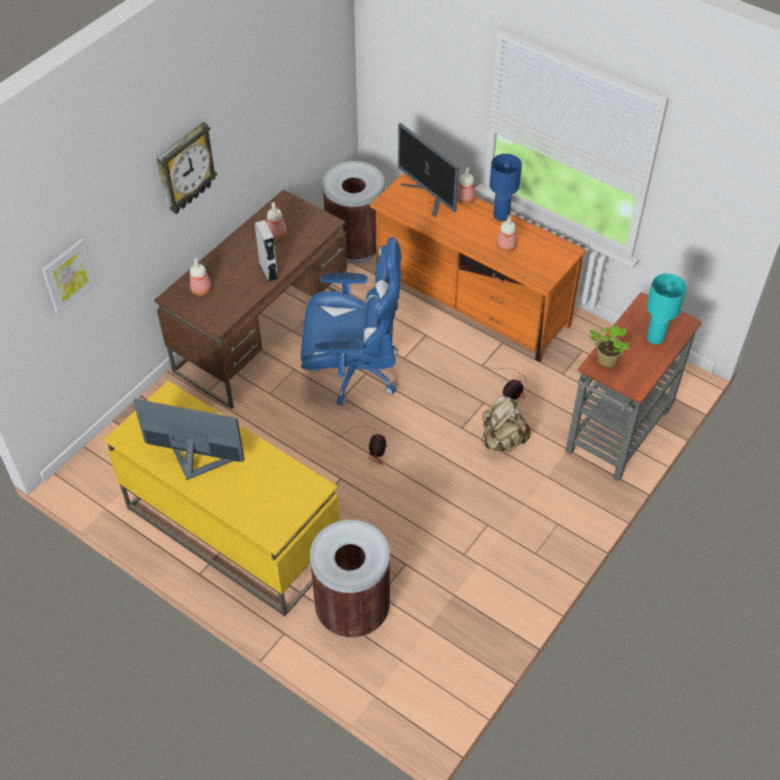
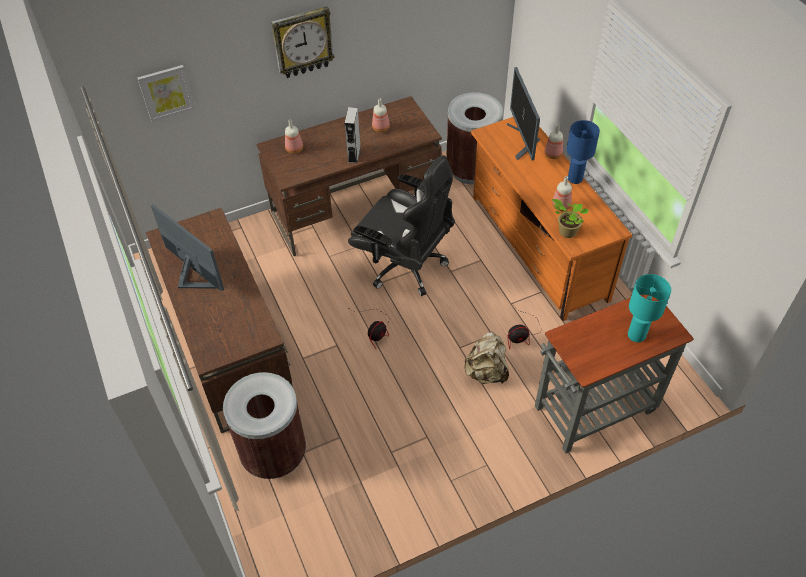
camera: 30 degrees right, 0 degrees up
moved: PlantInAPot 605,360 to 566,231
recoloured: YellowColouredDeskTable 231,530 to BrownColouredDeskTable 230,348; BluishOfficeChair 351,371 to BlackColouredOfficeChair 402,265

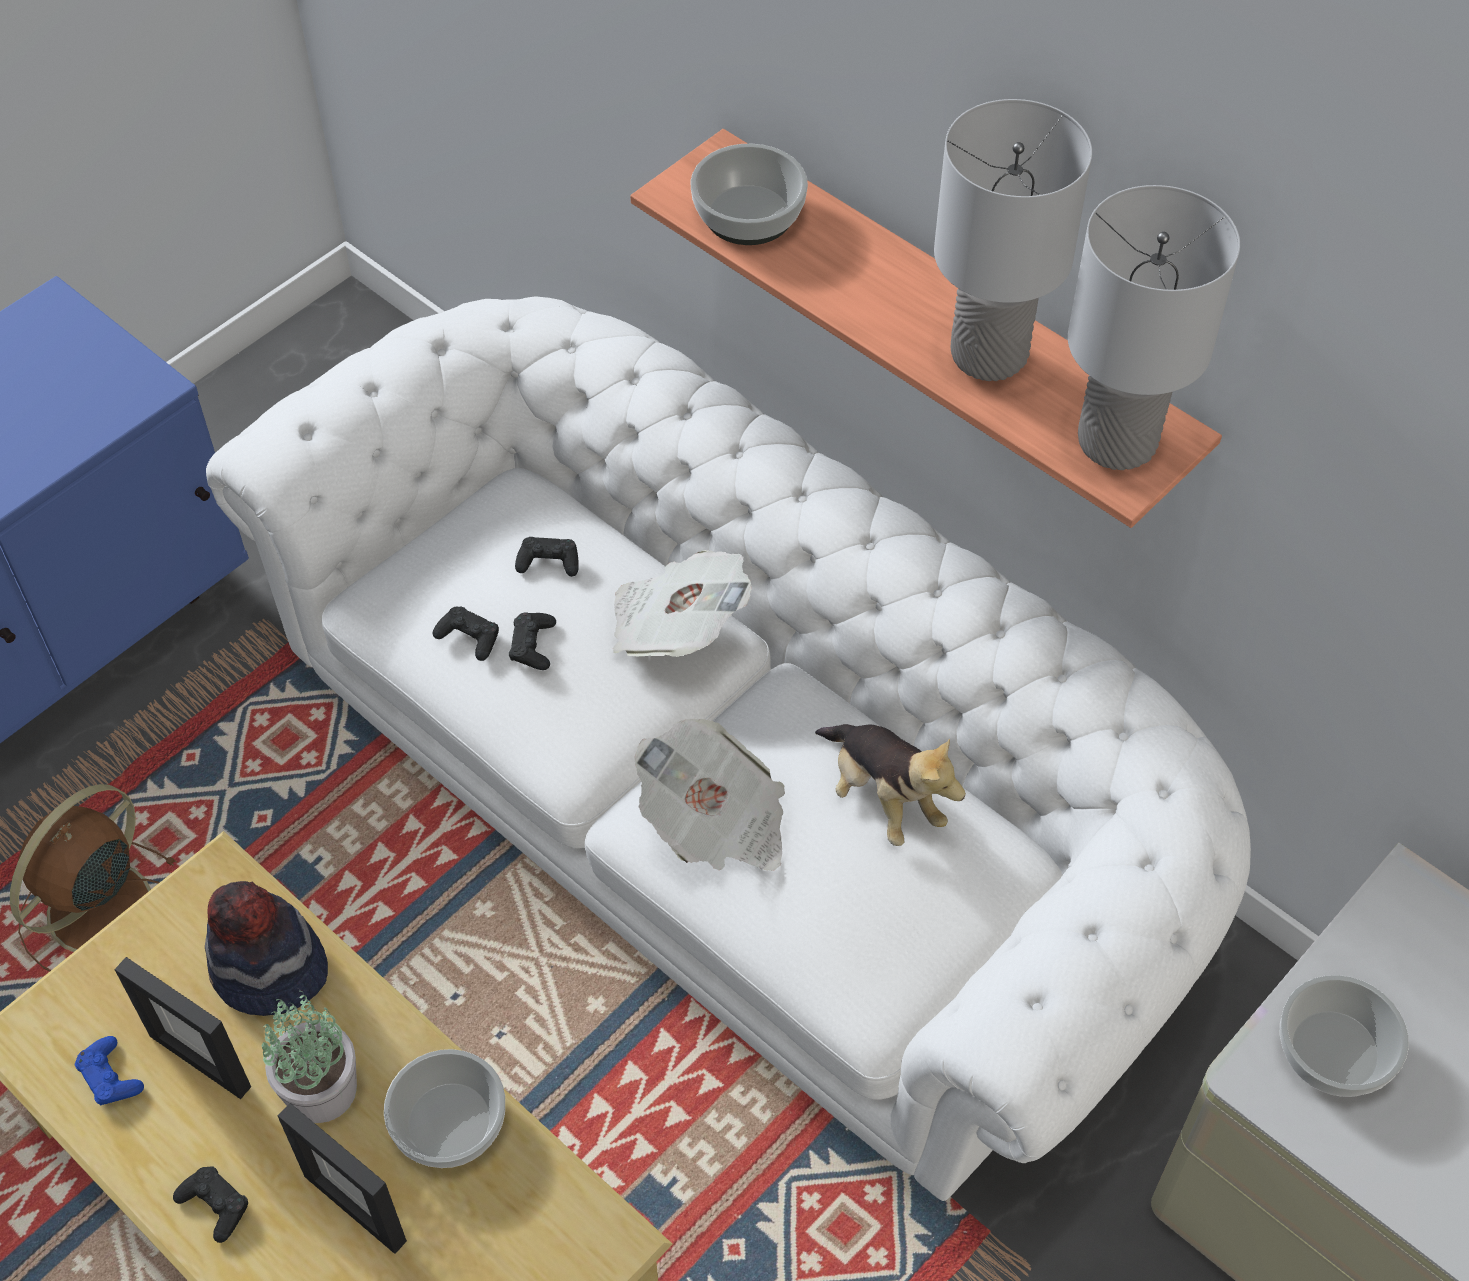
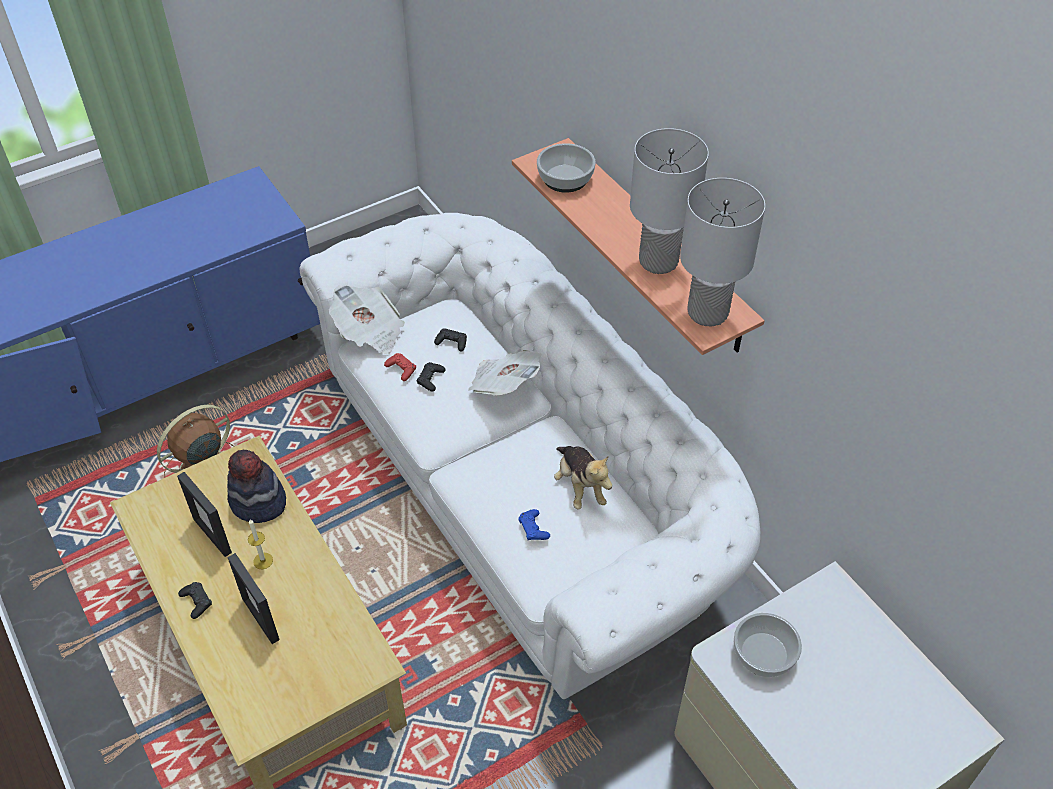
camera: 15 degrees right, 5 degrees down
removed: Bowl 449,1124
moved: BluishJoypad 110,1077 to 533,528; DailyPaper 715,822 to 369,332
replaced: PlantInAPot 320,1088 to WaxCandle 263,561
recoloured: BlackColouredJoypad 469,637 to RedColouredJoypad 401,369

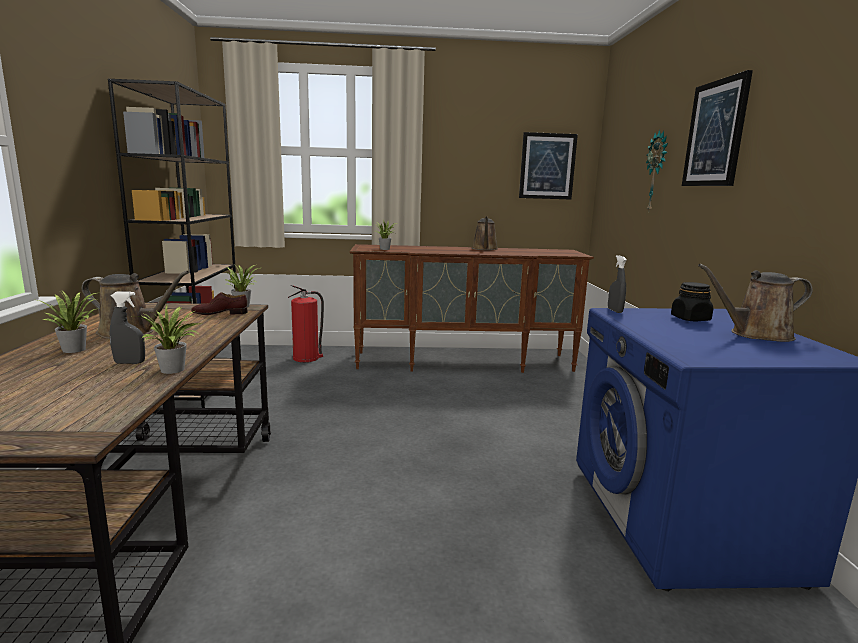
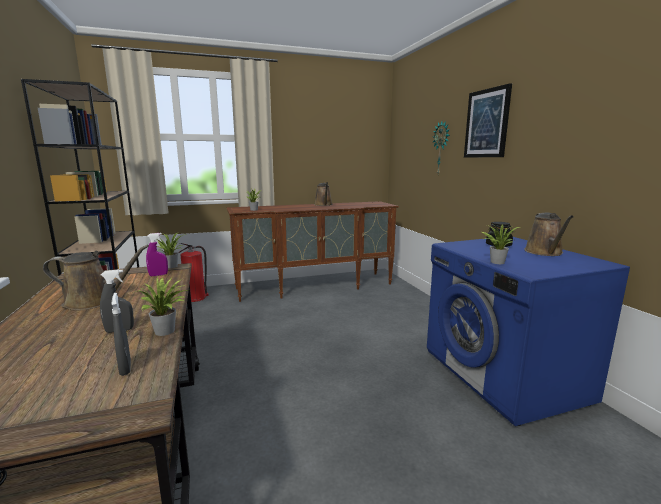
camera: 15 degrees left, 0 degrees up
removed: Picture 547,166
moved: PlantInAPot 76,349 to 496,262; GreyishSprayBottle 615,311 to 125,368
replaced: BrownColouredLowShoe 220,313 to PurplishSprayBottle 158,275
turned: BrownColouredWateringCan 755,335 = 545,252 60 degrees counterclockwise

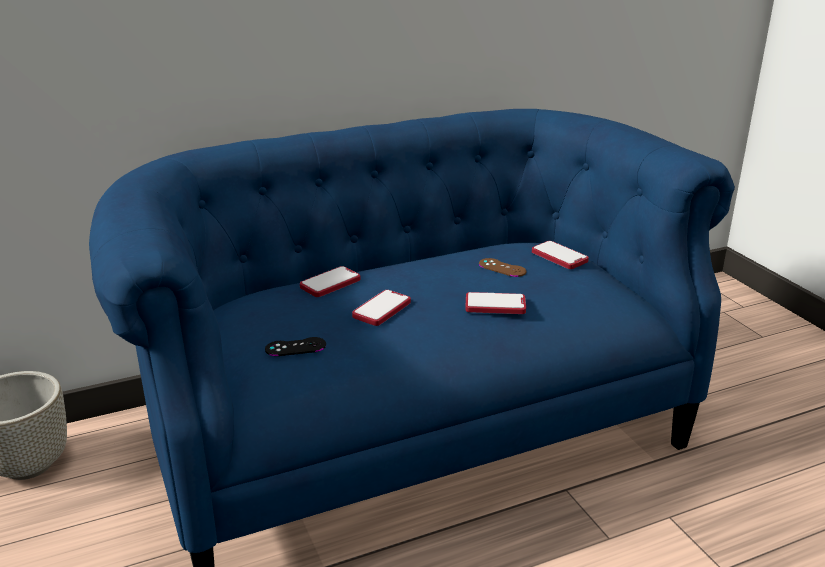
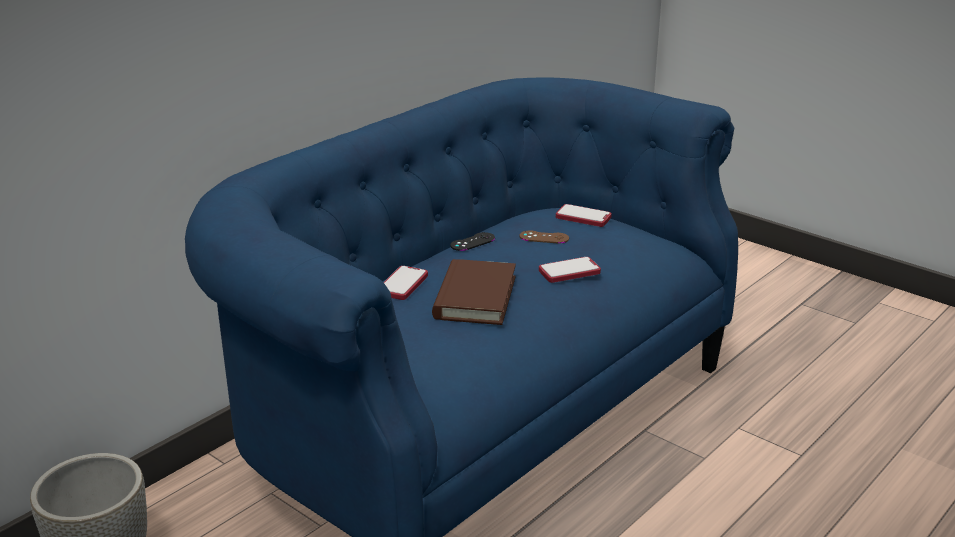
camera: 25 degrees left, 0 degrees up
moved: BlackColouredJoypad 295,347 to 472,242
replaced: Telephone 381,309 to BrownColouredBoundBook 475,297

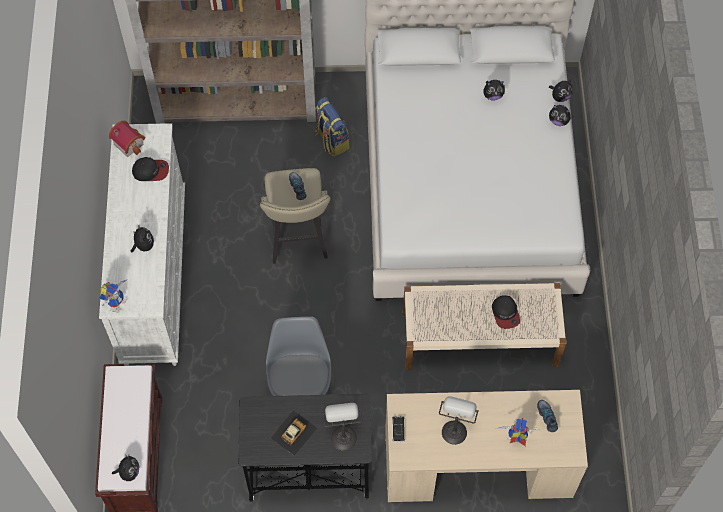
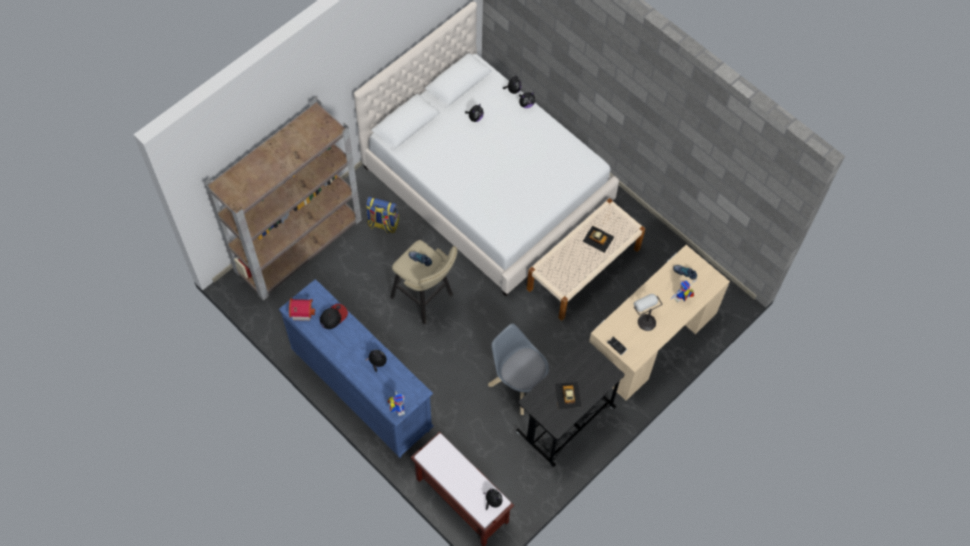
camera: 45 degrees left, 0 degrees up
removed: TableLamp 342,433
replaced: PeakedCap 505,313 to ModelCar 598,238
recoloured: WhiteColouredChestOfDrawers 155,276 to BluishChestOfDrawers 361,390

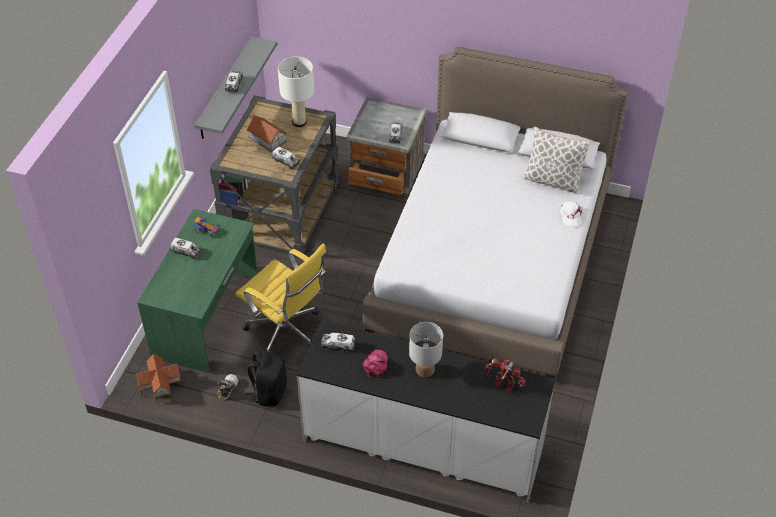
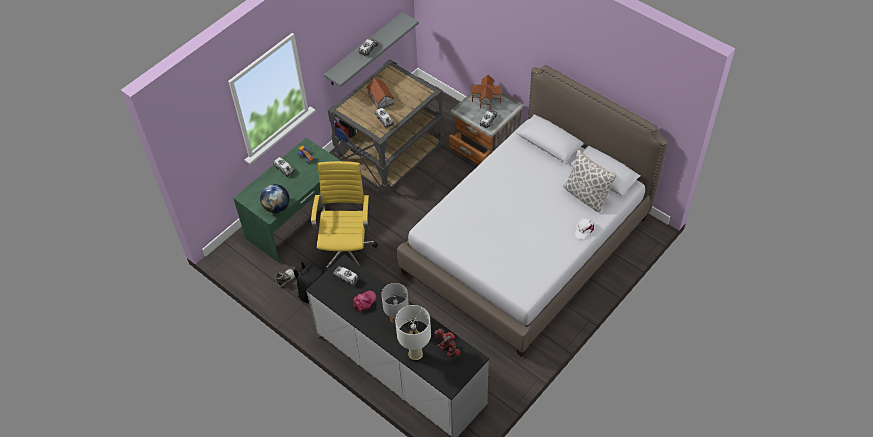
camera: 25 degrees right, 5 degrees up
added: DeskGlobe 277,207
moved: ModelHouse 161,386 to 487,99; WhiteColouredTableLamp 299,122 to 415,355
turned: YellowColouredOfficeChair 287,332 = 347,250 150 degrees counterclockwise

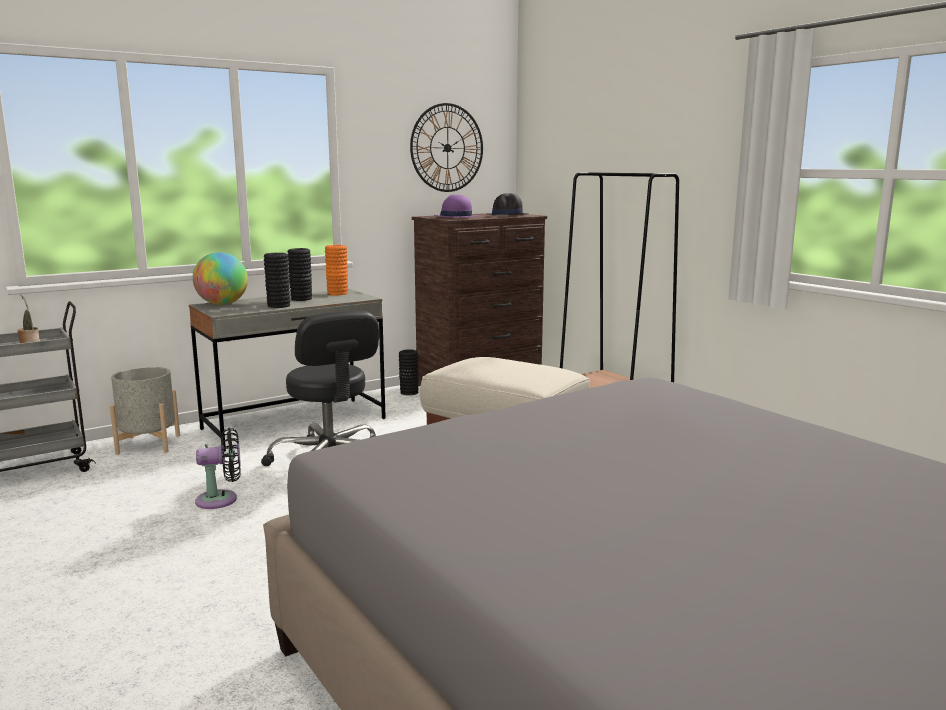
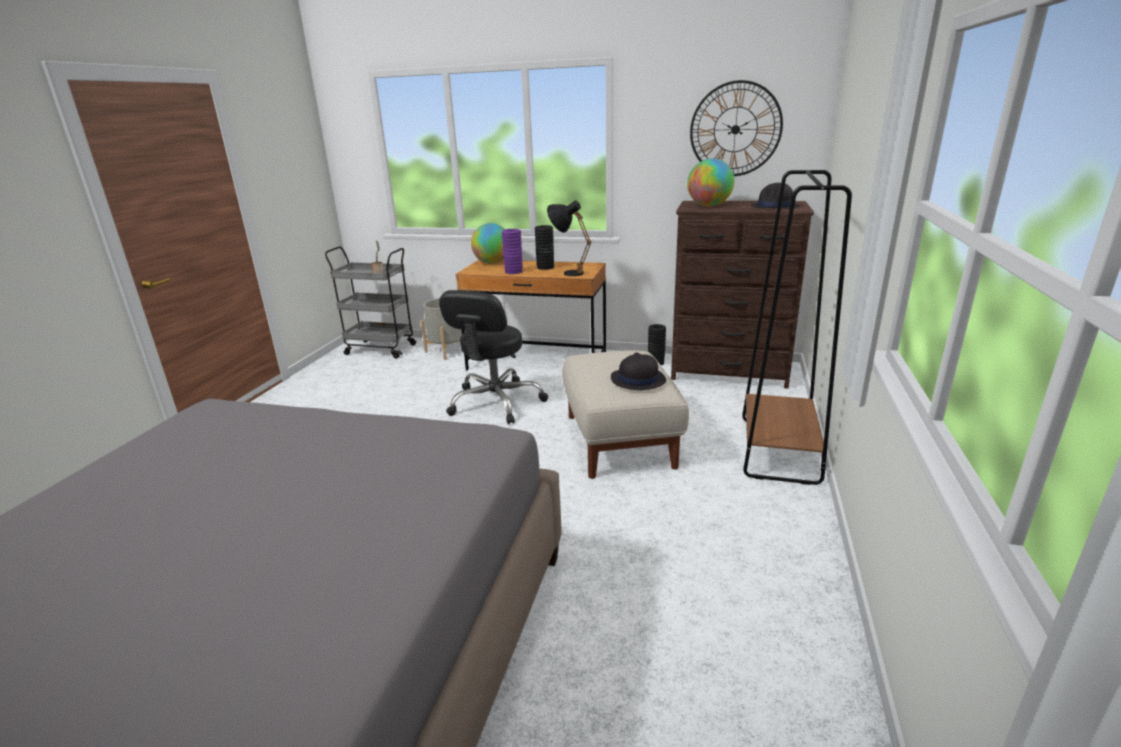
camera: 50 degrees right, 10 degrees up
removed: BlackColouredElectricFan 221,500; OrangeyFlowerVase 337,293
added: BlackColouredTableLamp 567,272; BlackColouredHat 637,379
replaced: PurplishHat 455,217 to DeskGlobe 708,206
recoloured: GreyishDeskTable 295,424 to BrownColouredDeskTable 537,363; BlackColouredFlowerVase 279,306 to PurplishFlowerVase 513,272

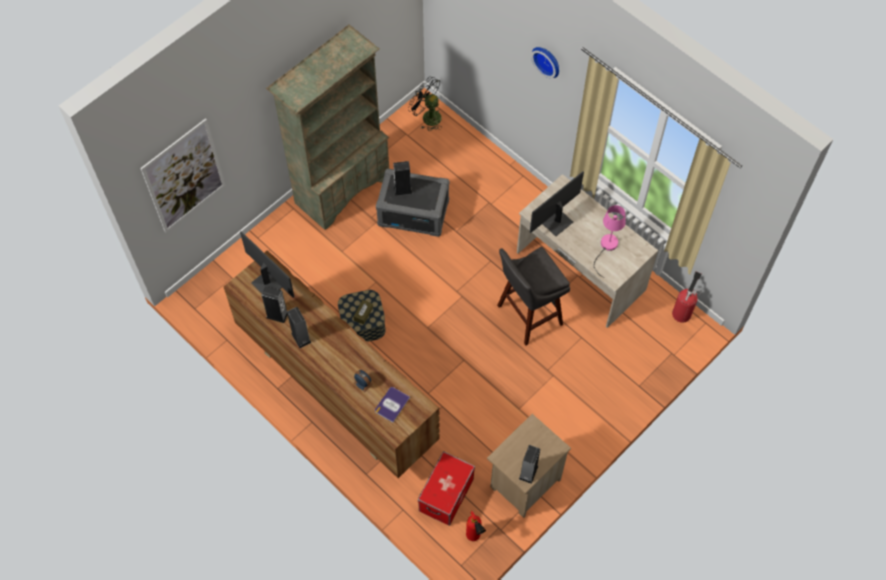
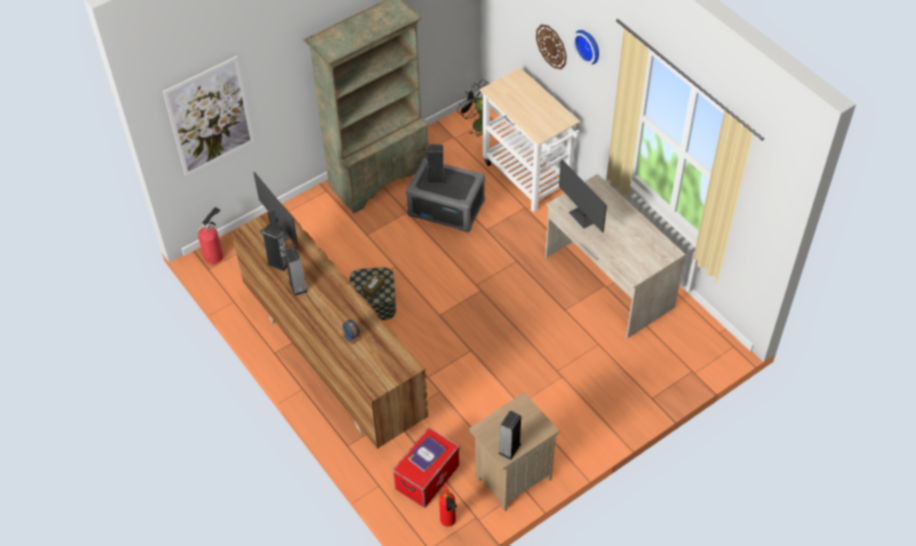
camera: 10 degrees right, 10 degrees down
removed: GreyishSittingStool 527,316; PinkTableLamp 607,247
added: WhiteColouredTrolley 527,177; HangingClock 551,46
moved: BoundBook 392,404 to 426,454; FireExtinguisher 682,312 to 215,255
turned: ComputerDisplay 557,222 = 583,216 90 degrees counterclockwise

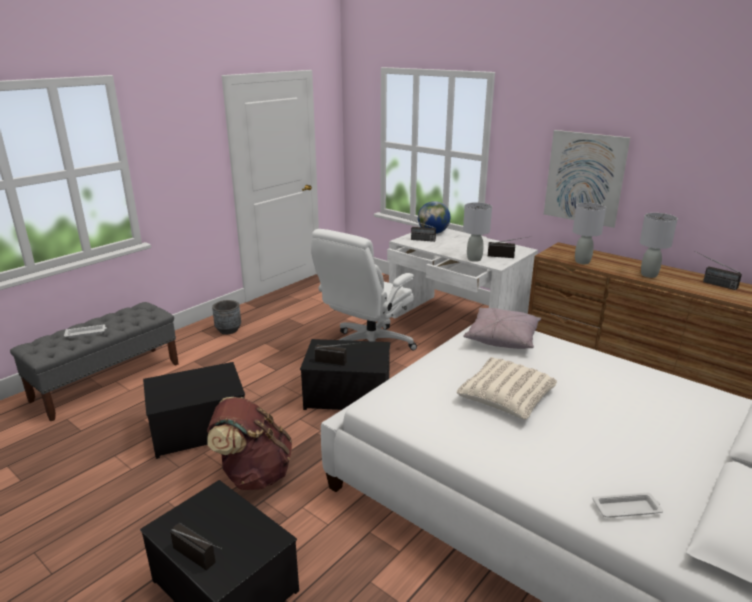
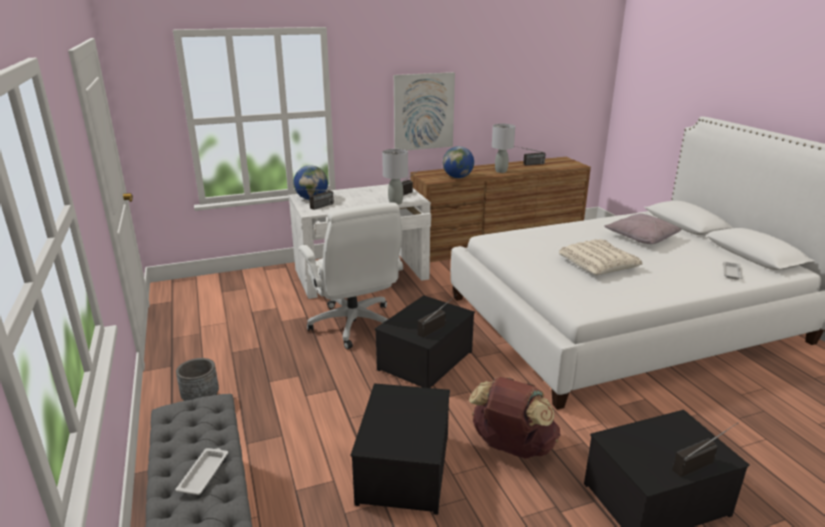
camera: 60 degrees left, 0 degrees up
moved: PurplishCushion 502,338 to 640,238
replaced: GreyishTableLamp 582,262 to DeskGlobe 457,177

